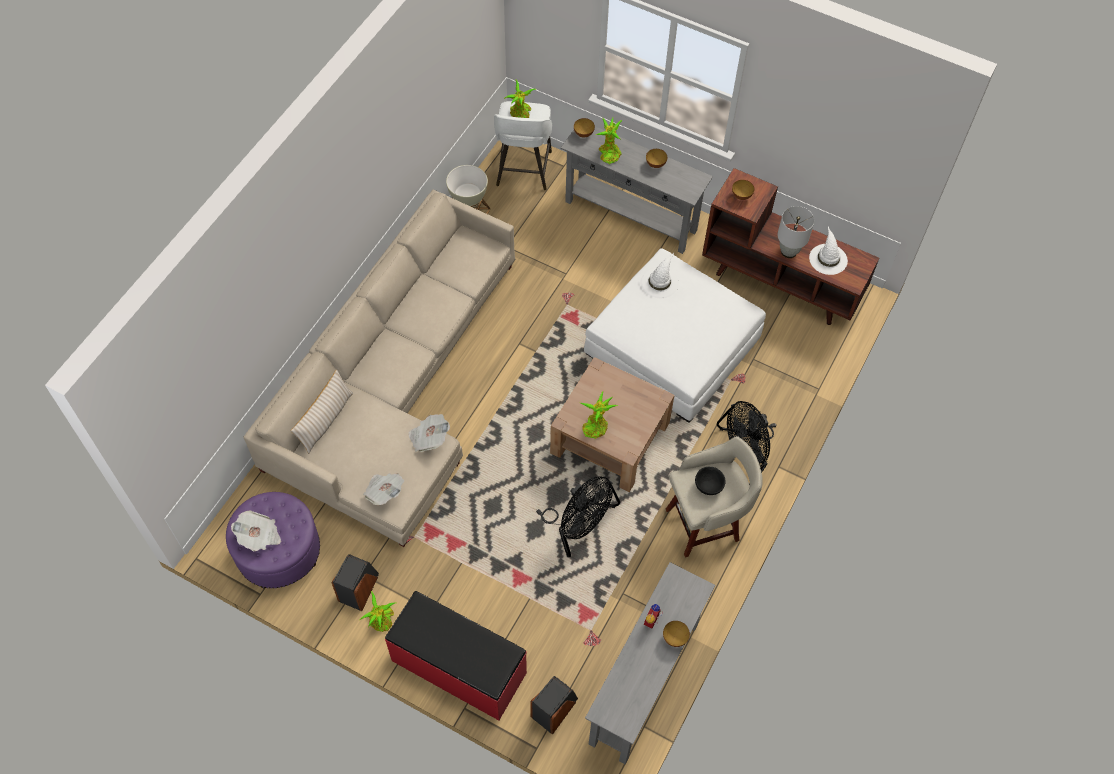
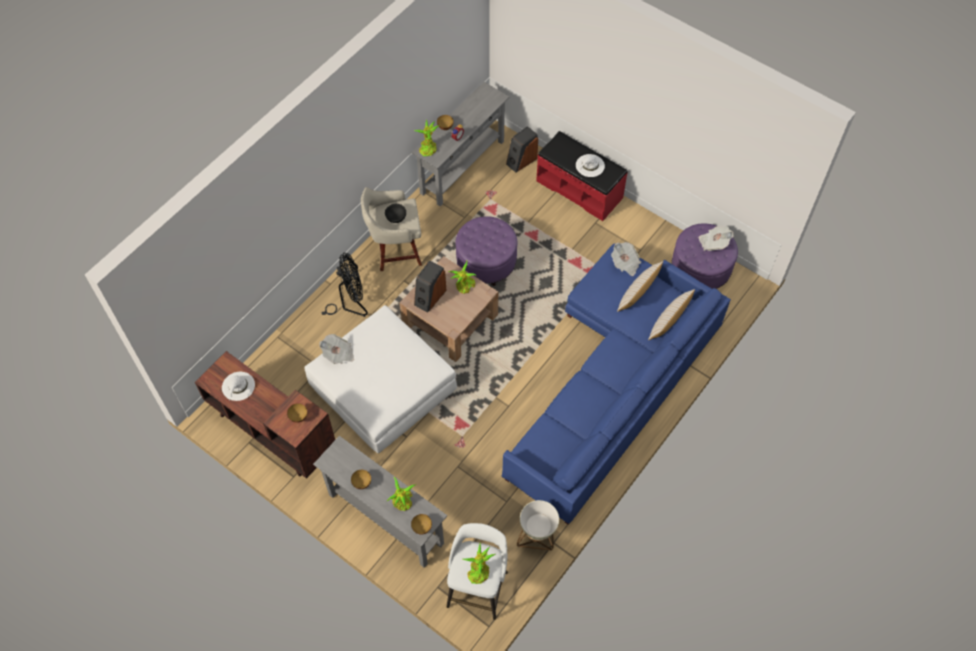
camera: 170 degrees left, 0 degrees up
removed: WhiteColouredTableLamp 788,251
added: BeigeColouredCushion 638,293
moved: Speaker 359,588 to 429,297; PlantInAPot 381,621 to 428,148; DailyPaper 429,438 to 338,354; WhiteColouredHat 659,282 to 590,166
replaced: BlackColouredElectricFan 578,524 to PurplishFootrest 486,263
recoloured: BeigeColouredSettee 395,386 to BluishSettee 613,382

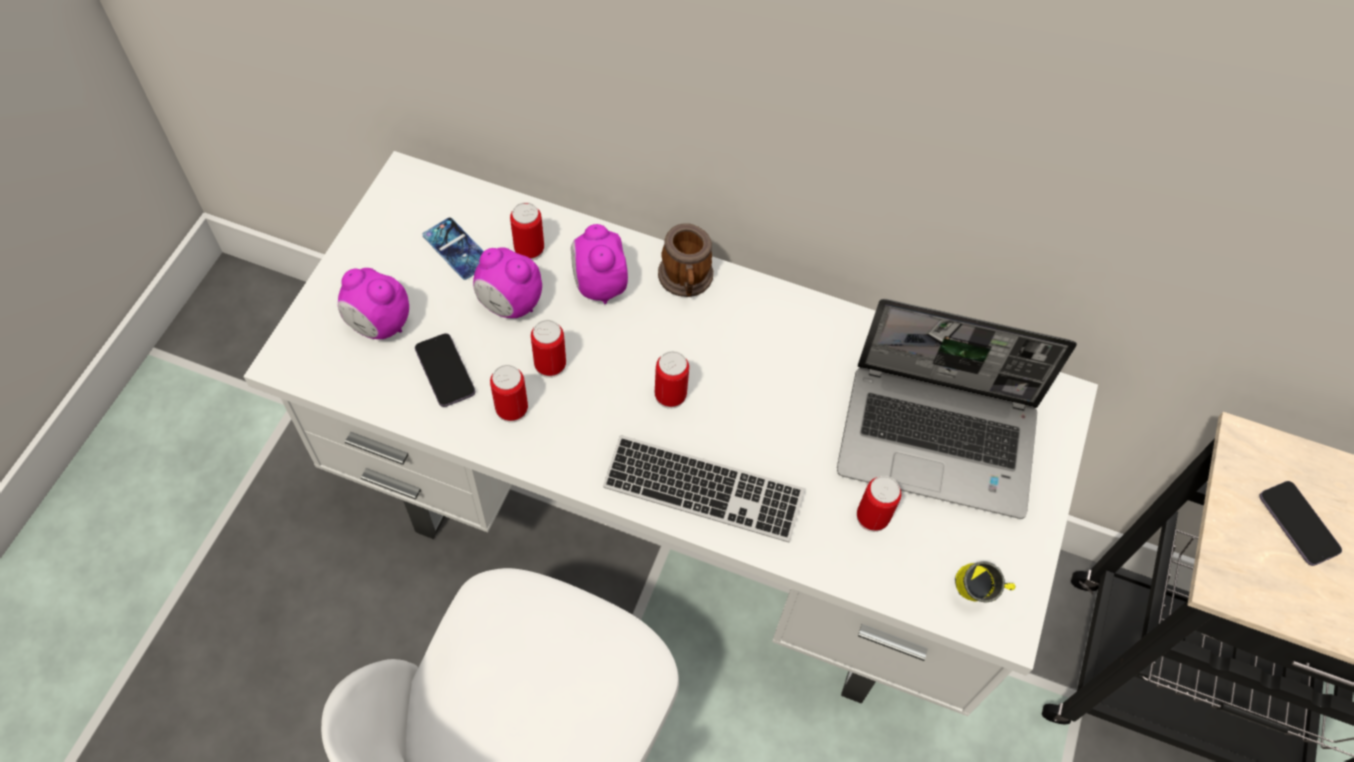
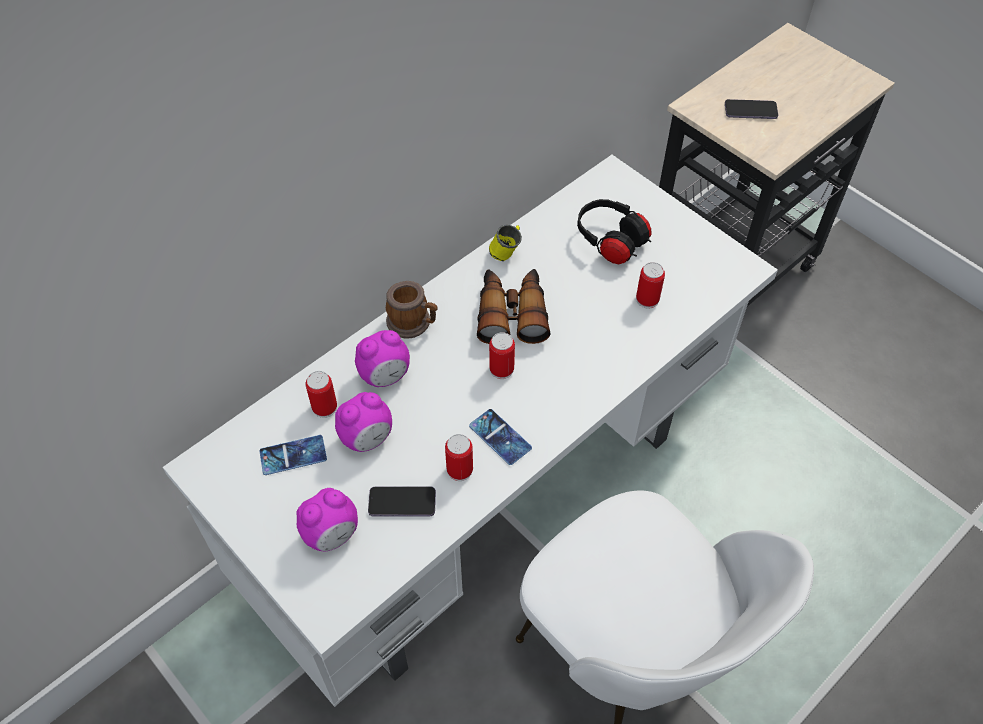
camera: 60 degrees left, 5 degrees down
removed: Can 550,365; ComputerKeyboard 703,491
added: Telephone 500,437; Binoculars 512,312
moved: YellowColouredCoffeeMug 978,593 to 507,252
replaced: PortableComputer 940,440 to BlackColouredHeadset 611,243
turned: AlarmClock 599,285 = 385,376 45 degrees counterclockwise

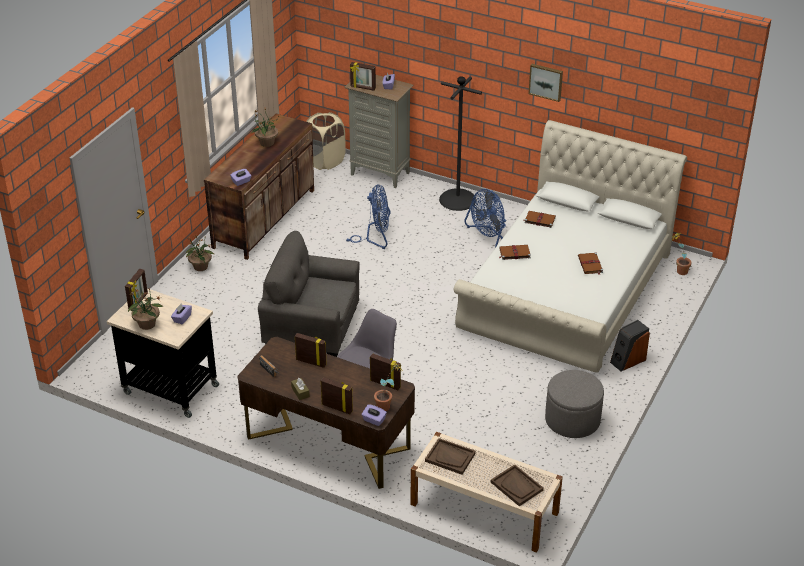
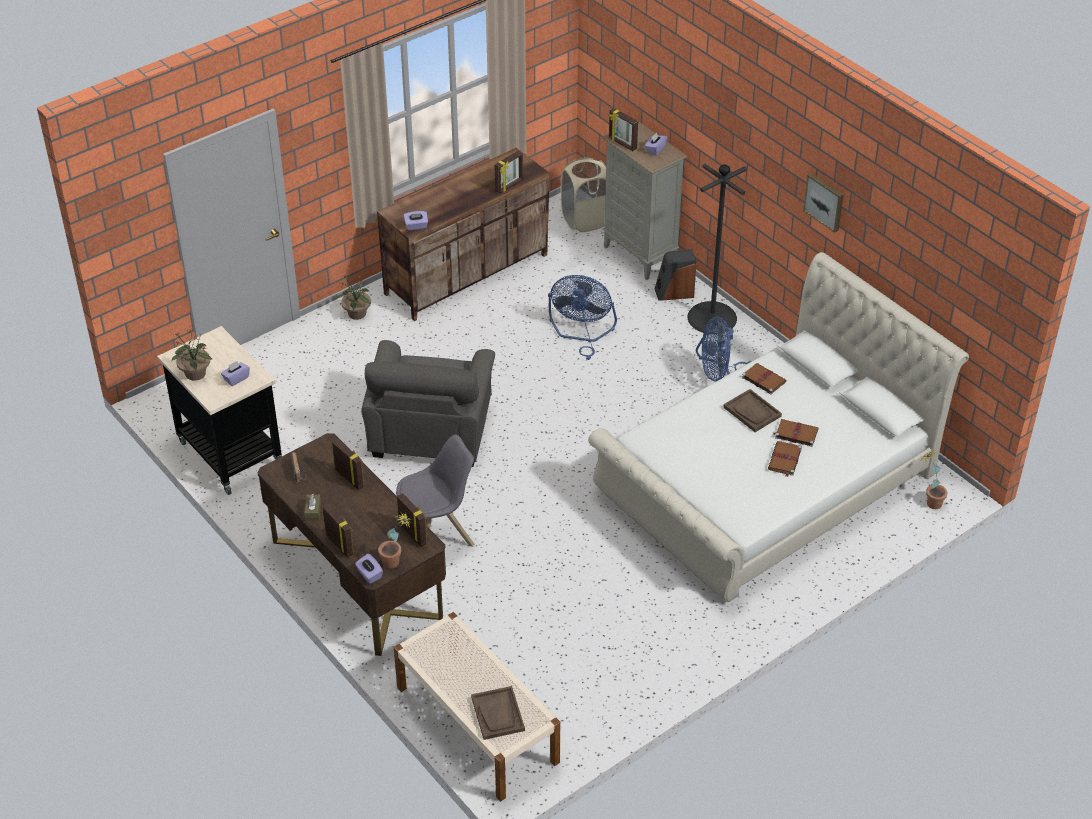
camera: 25 degrees right, 5 degrees up
removed: PlantInAPot 266,143; GreyishFootrest 572,420
moved: StandingFrame 138,302 to 509,186; BrownColouredServingTray 450,457 to 752,412; BrownColouredBoundBook 514,253 to 795,434; Speaker 627,360 to 674,292
turned: GreyishLoungeChair 312,328 = 431,430 120 degrees counterclockwise; BluishElectricFan 375,234 = 581,334 105 degrees counterclockwise

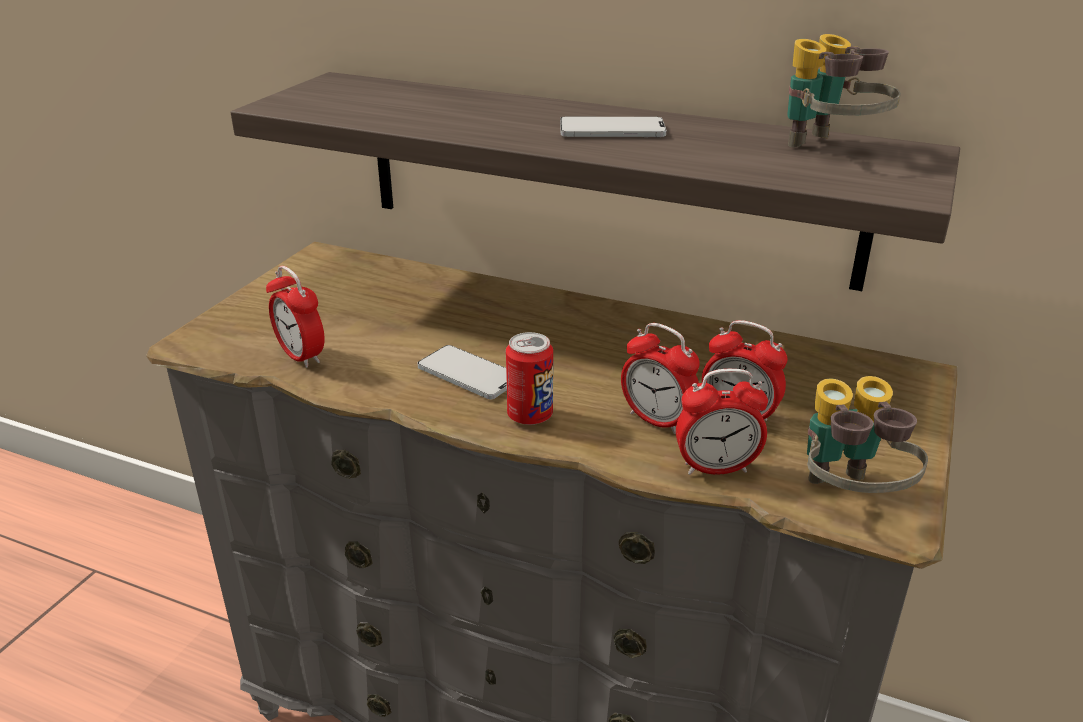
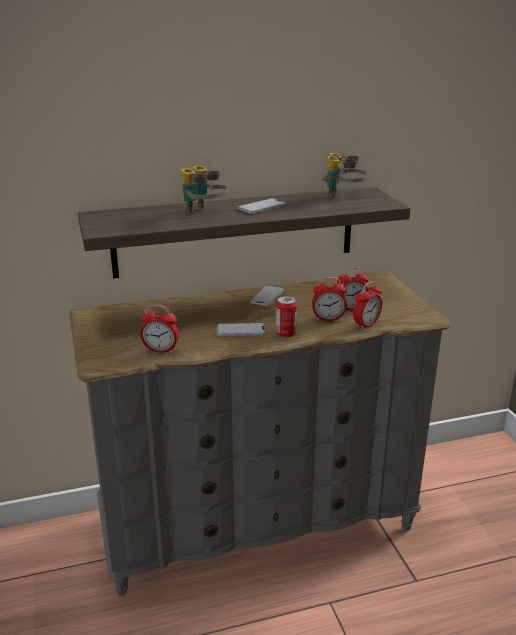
camera: 40 degrees left, 5 degrees down
added: Telephone 267,296
moved: Binoculars 847,498 to 203,213

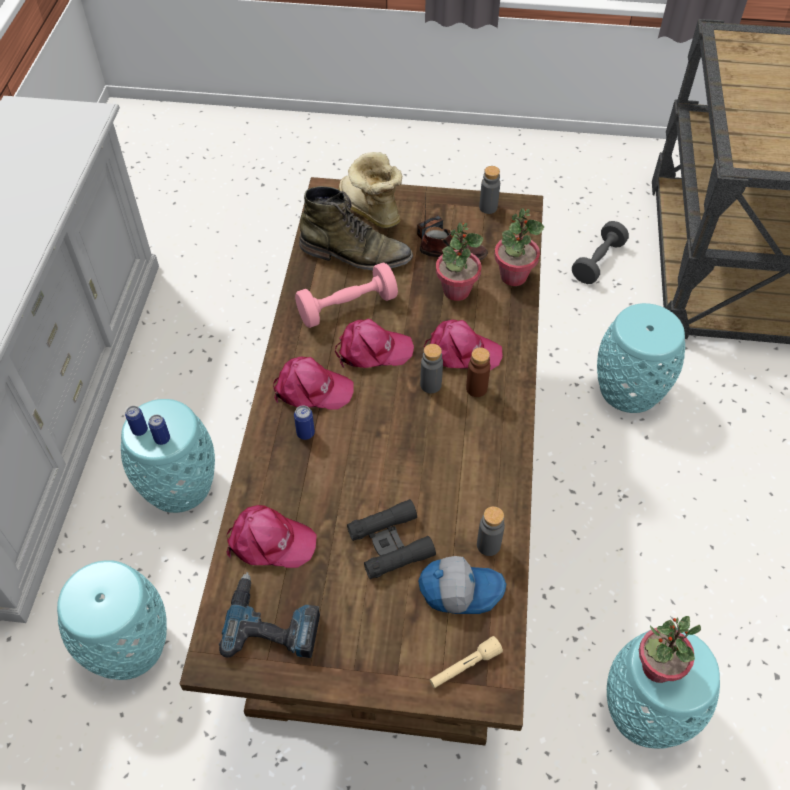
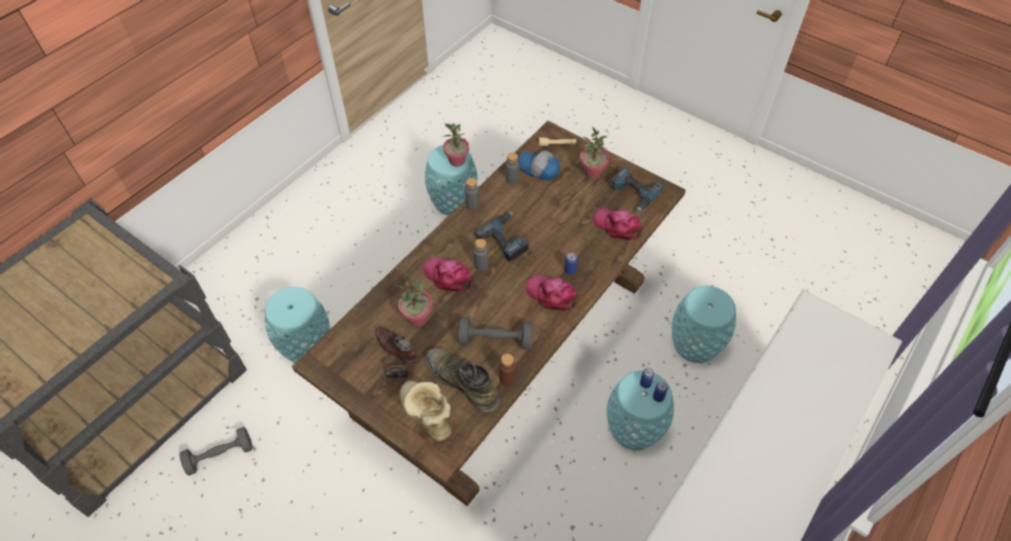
camera: 150 degrees left, 0 degrees up
removed: PinkPeakedCap 372,350; BlackColouredBinoculars 390,543
added: Drill 506,239
moved: BrownColouredDrinkBottle 476,388 to 507,379; GreyishDrinkBottle 488,207 to 472,205; PlantInAPot 513,276 to 592,173
recoloured: PinkFreeWeight 347,307 to GreyishFreeWeight 495,340
turned: TallBoot 369,211 = 425,417 150 degrees clockwise

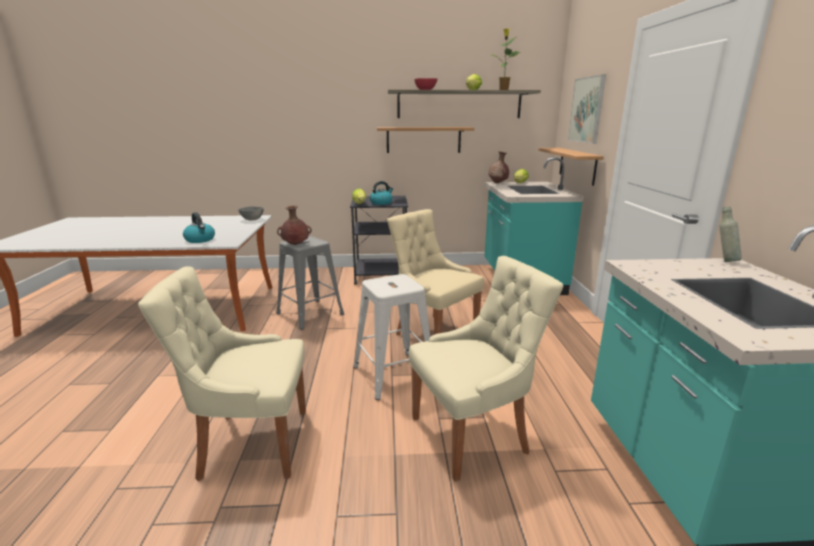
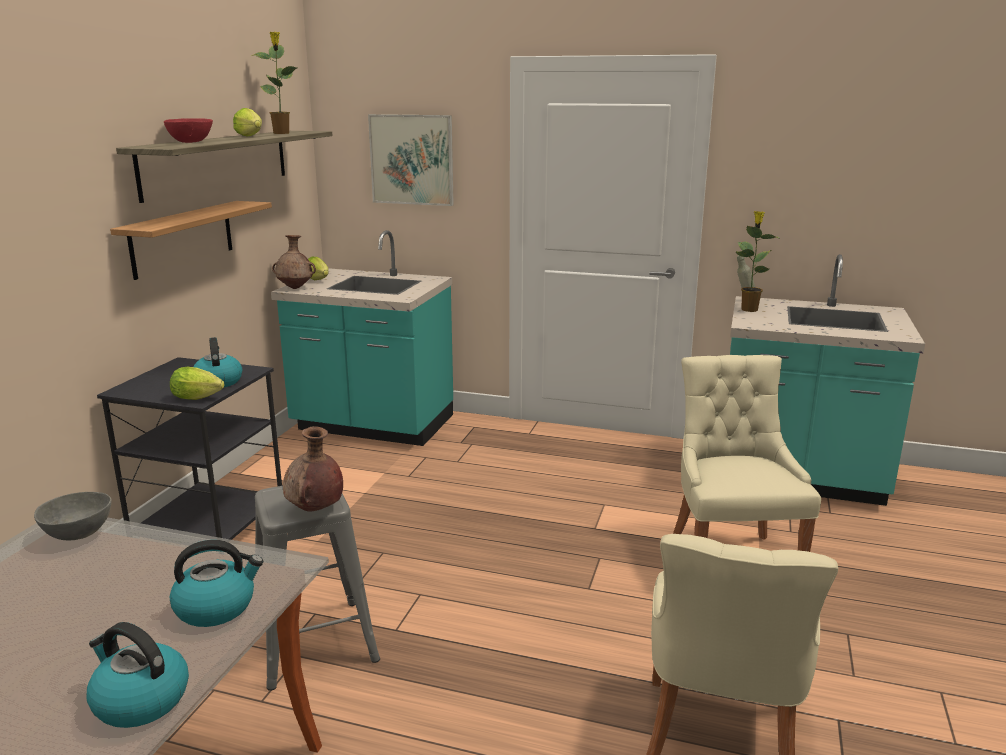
camera: 70 degrees left, 0 degrees up
removed: WhiteColouredSittingStool 393,374; BeigeColouredPlainChair 434,332; WallShelf 577,165
added: WaterKettle 139,700; PlantInAPot 749,309

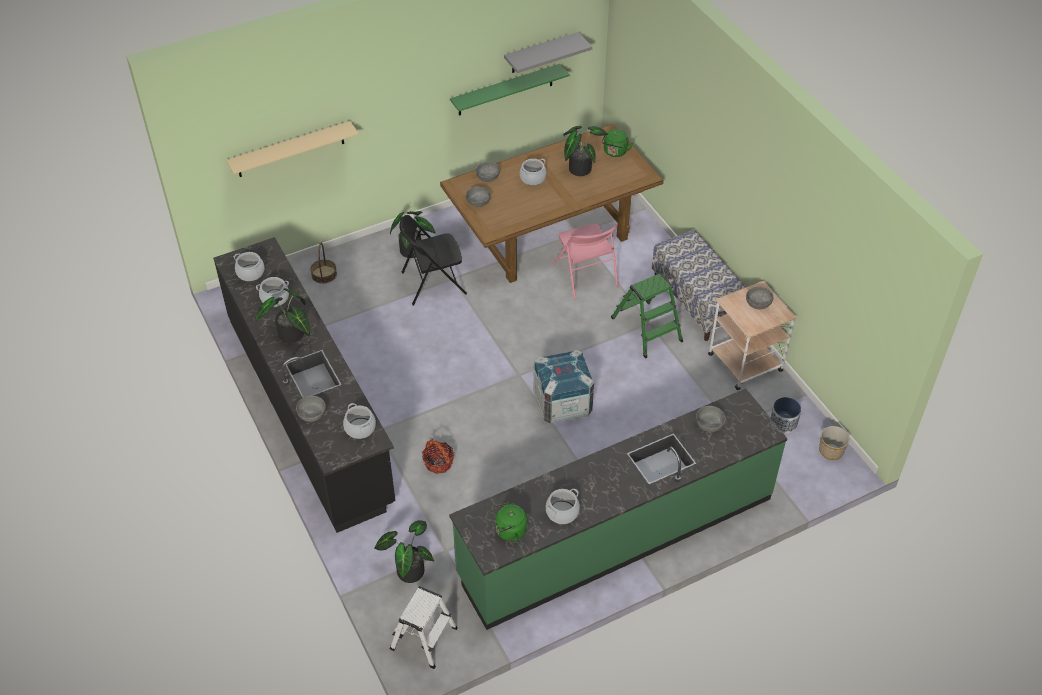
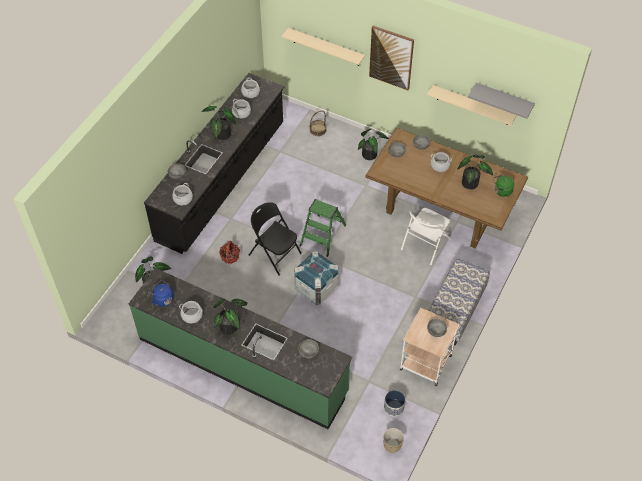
camera: 55 degrees right, 5 degrees up
removed: WhiteColouredStepStool 423,638
added: PlantInAPot 231,326; Picture 391,57
moved: BlackColouredPlainChair 433,283 to 275,254; GreenColouredStepStool 646,329 to 323,235
recoloured: GreenColouredWallShelf 505,90 to BeigeColouredWallShelf 473,105; GreenColouredWaterKettle 509,531 to BluishWaterKettle 162,299; PinkPlainChair 585,275 to WhiteColouredPlainChair 425,244

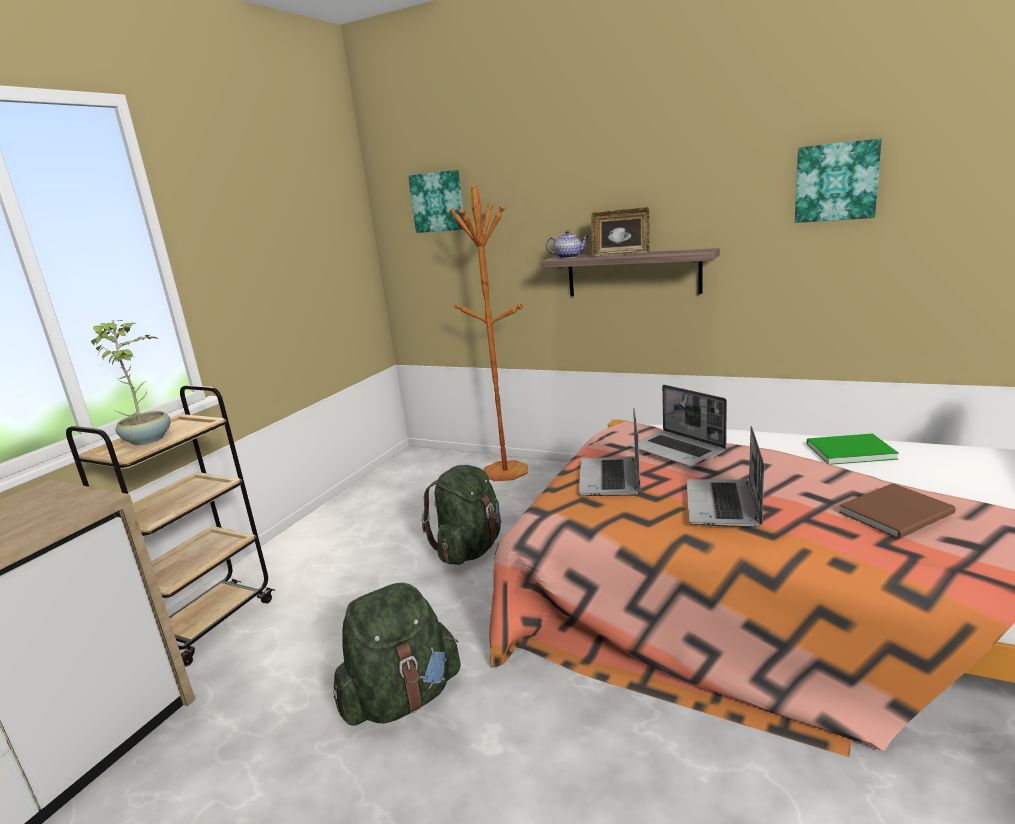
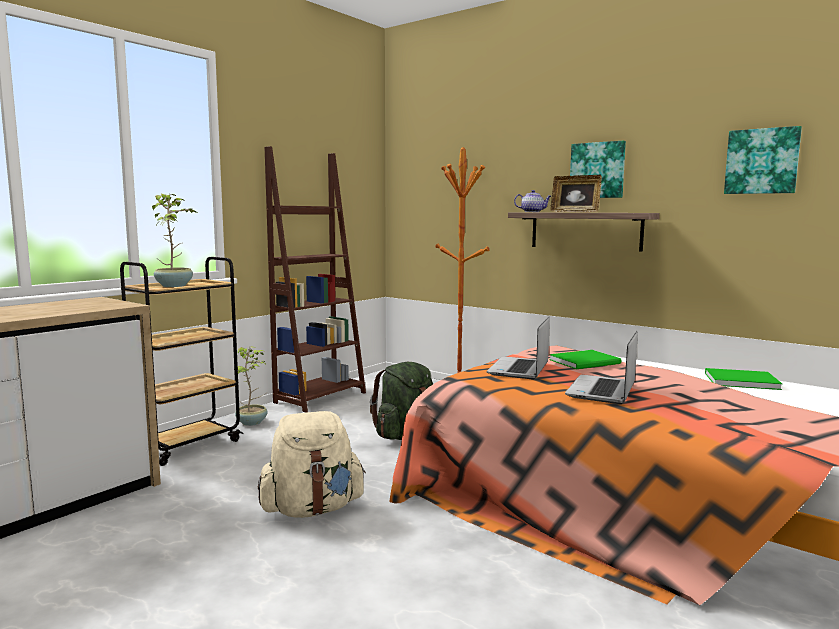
camera: 10 degrees right, 10 degrees down
removed: BrownColouredBoundBook 899,513
added: PlantInAPot 252,422; BrownColouredBookcase 320,397
moved: Picture 438,202 to 597,170
replaced: PortableComputer 678,450 to GreenColouredBoundBook 587,362
recoloured: GreenColouredBackpack 402,698 to BeigeColouredBackpack 312,509

